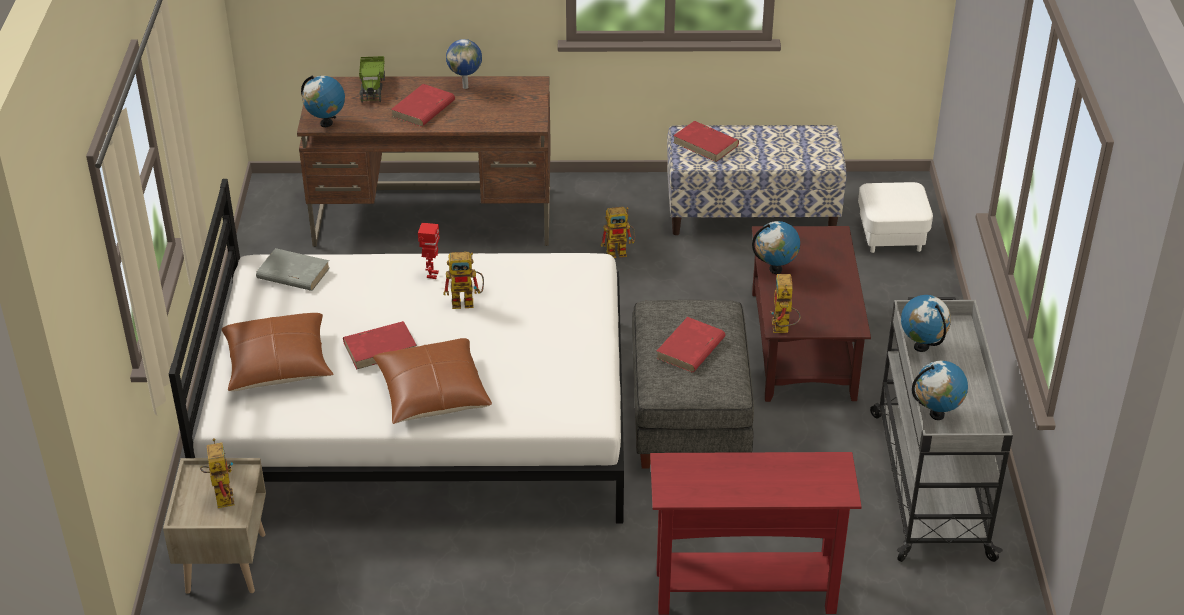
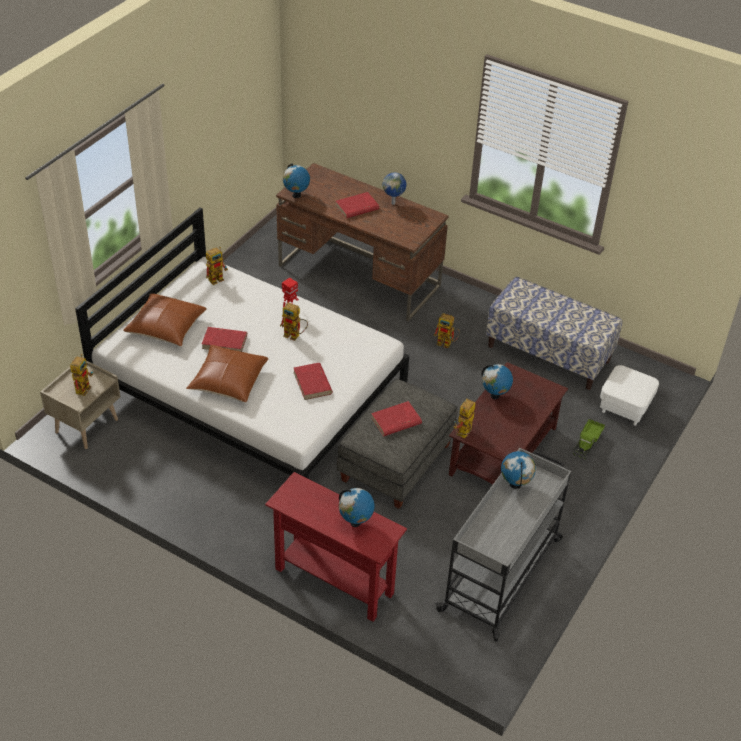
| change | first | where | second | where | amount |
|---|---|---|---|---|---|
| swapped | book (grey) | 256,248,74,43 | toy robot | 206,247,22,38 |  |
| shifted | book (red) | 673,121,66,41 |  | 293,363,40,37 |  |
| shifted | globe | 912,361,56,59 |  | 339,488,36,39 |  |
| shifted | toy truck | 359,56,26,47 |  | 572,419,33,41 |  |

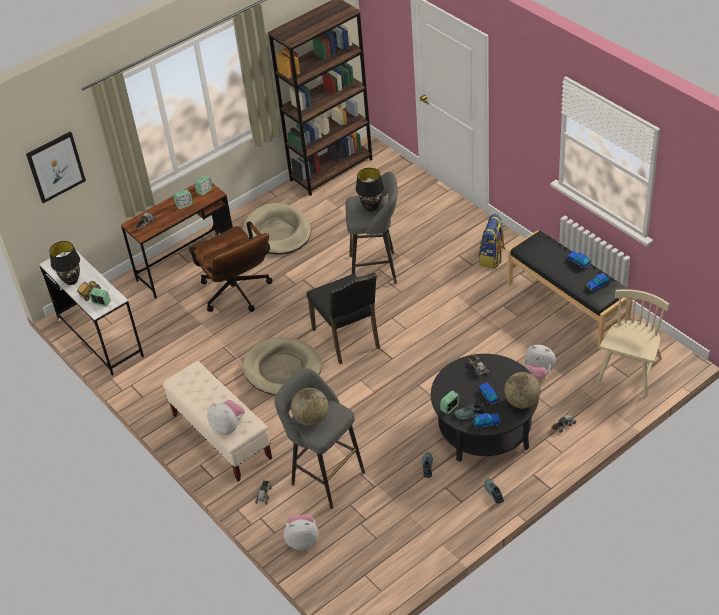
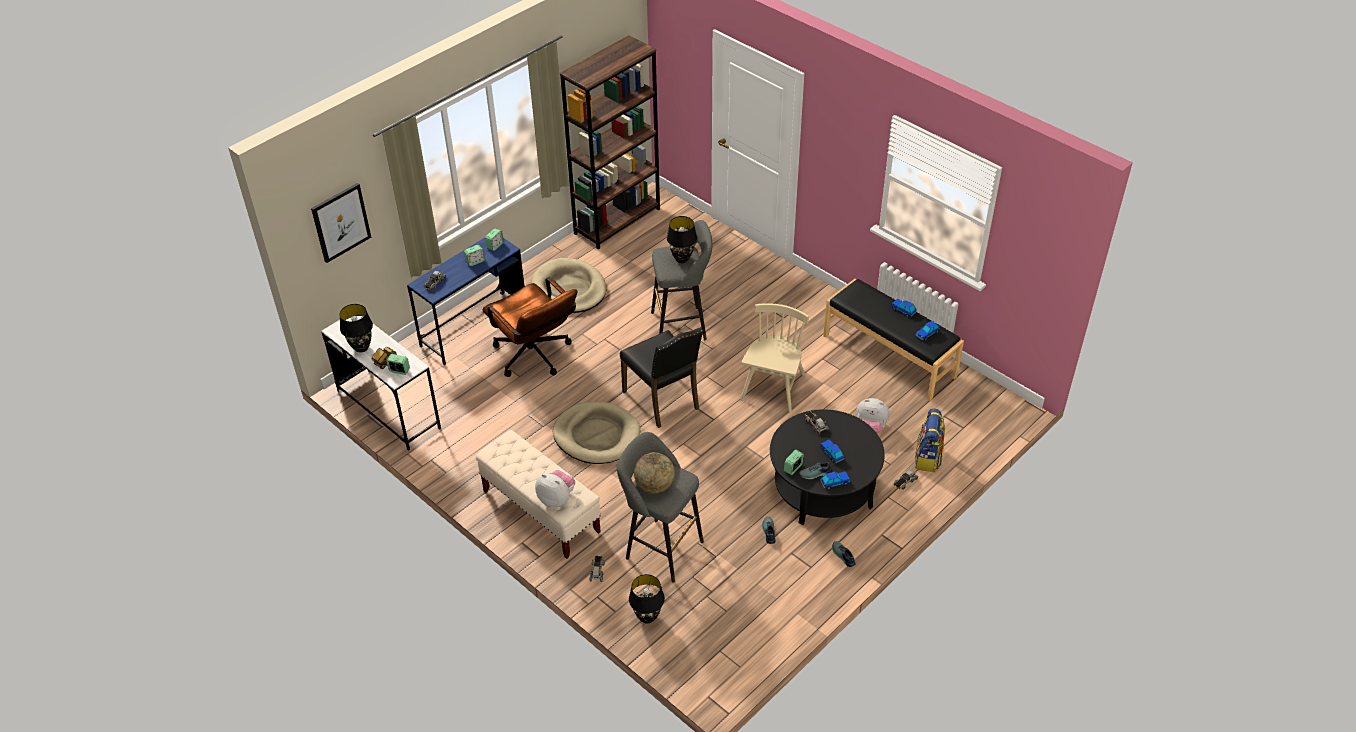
| change | first | where | second | where | amount |
|---|---|---|---|---|---|
| repainted | desk (brown) | 121,183,112,116 | desk (blue) | 407,238,118,127 |  |
| swapped | plush toy | 284,514,35,36 | table lamp (black) | 629,574,36,50 |  |
| shifted | chair (beige) | 597,289,72,108 |  | 740,303,69,109 |  |
| shifted | backpack | 479,214,27,55 |  | 915,409,30,63 |  |
| gone | globe | 504,372,37,36 |  |  |  |

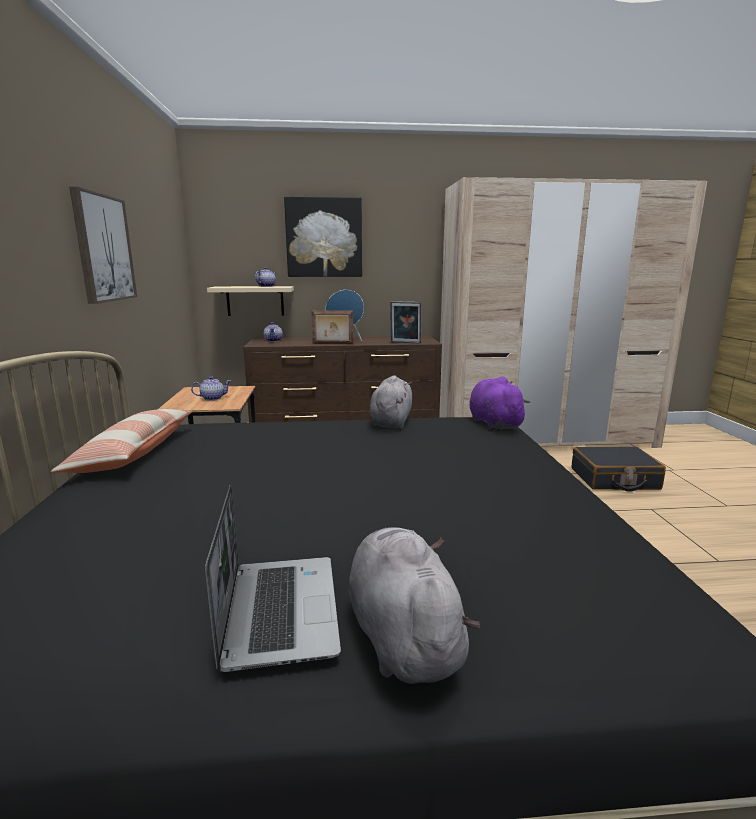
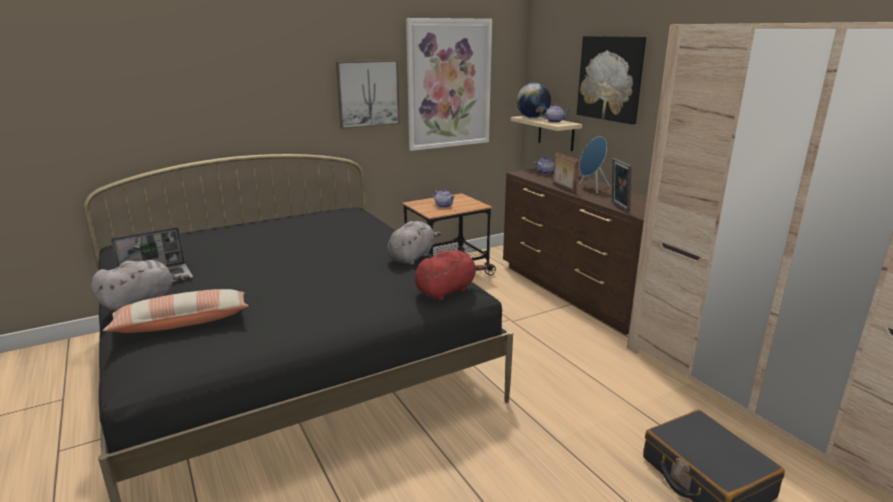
| change | first | where | second | where | amount |
|---|---|---|---|---|---|
| shifted | pillow | 51,409,142,64 |  | 103,289,145,44 |  |
| rotated | plush toy (grey) | 369,375,43,54 |  | 387,221,54,44 | 45 degrees counterclockwise |
| new |  |  | picture | 406,18,86,133 |  |
| repainted | plush toy (purple) | 470,377,60,53 | plush toy (red) | 415,250,72,50 |  |
| new |  |  | globe | 517,83,34,35 |  |

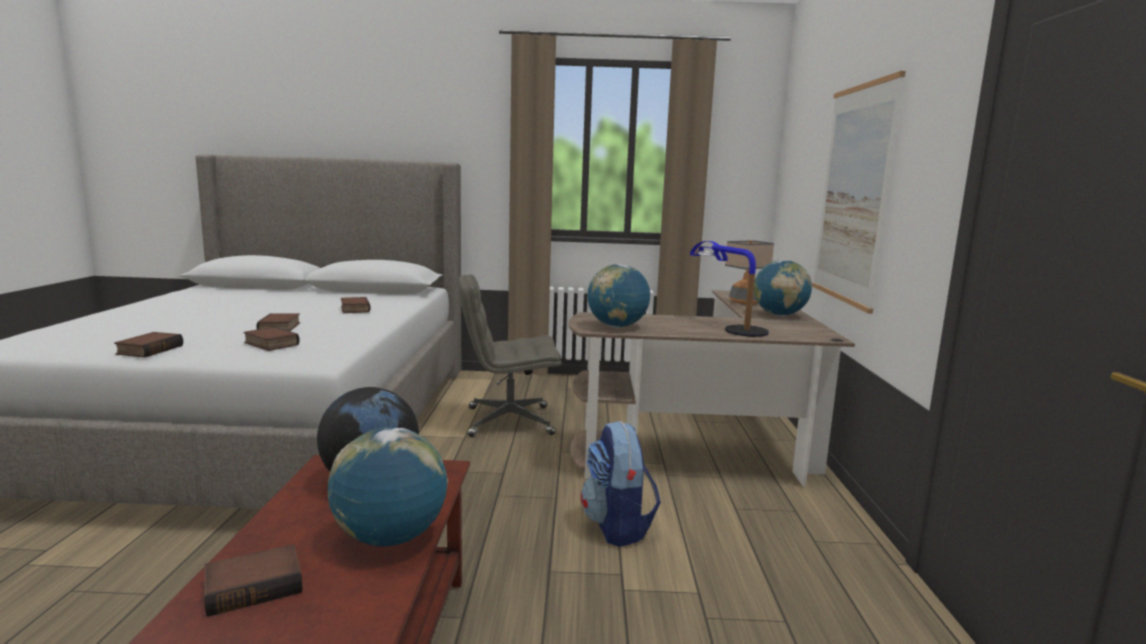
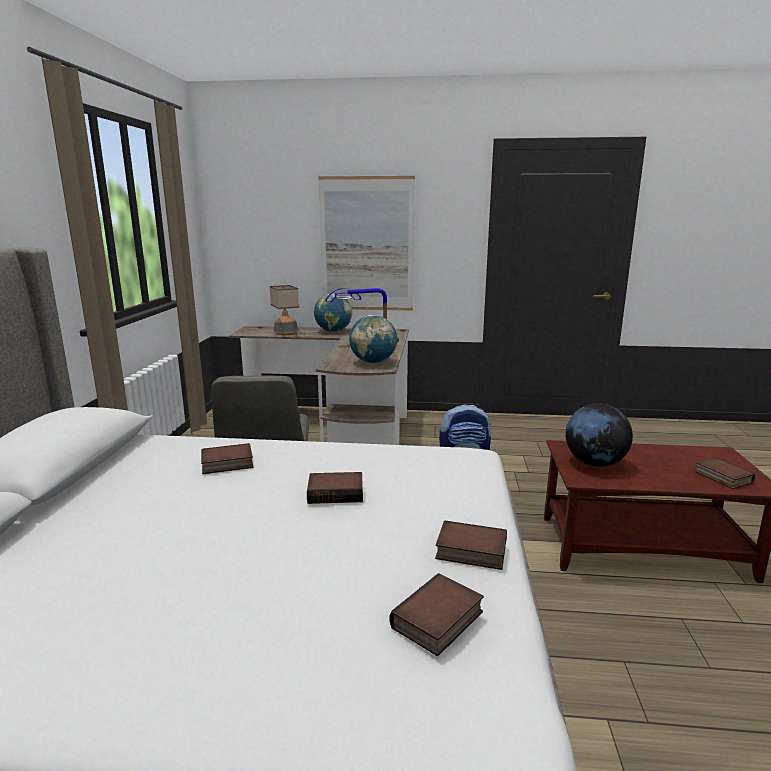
| change | first | where | second | where | amount |
|---|---|---|---|---|---|
| shifted | book | 244,327,56,24 |  | 390,573,94,83 |  |
| gone | globe | 328,427,120,119 |  |  |  |

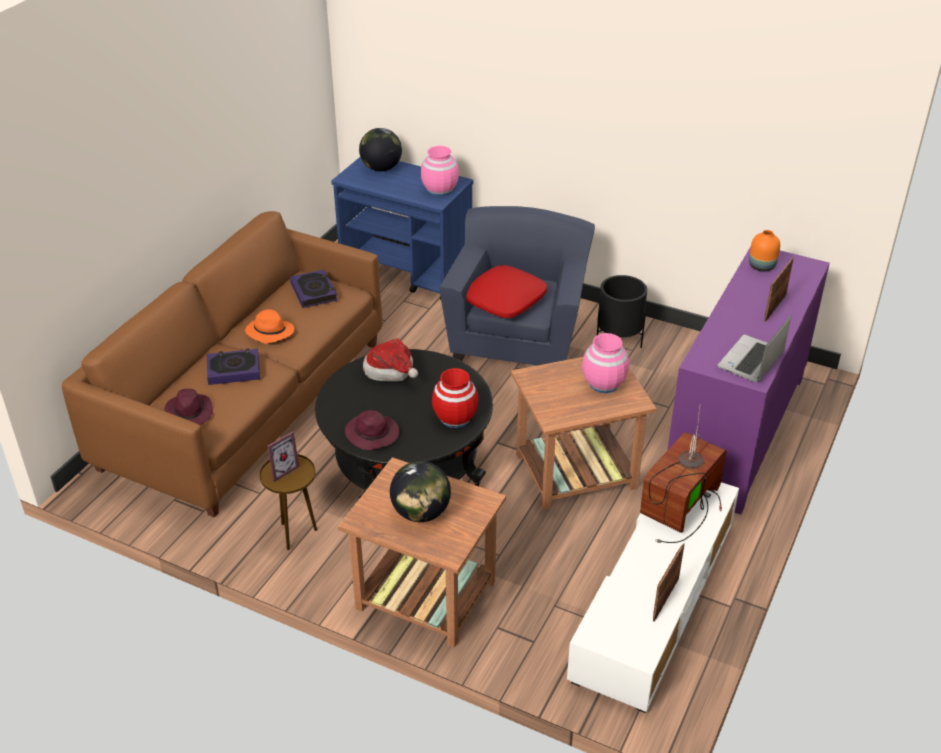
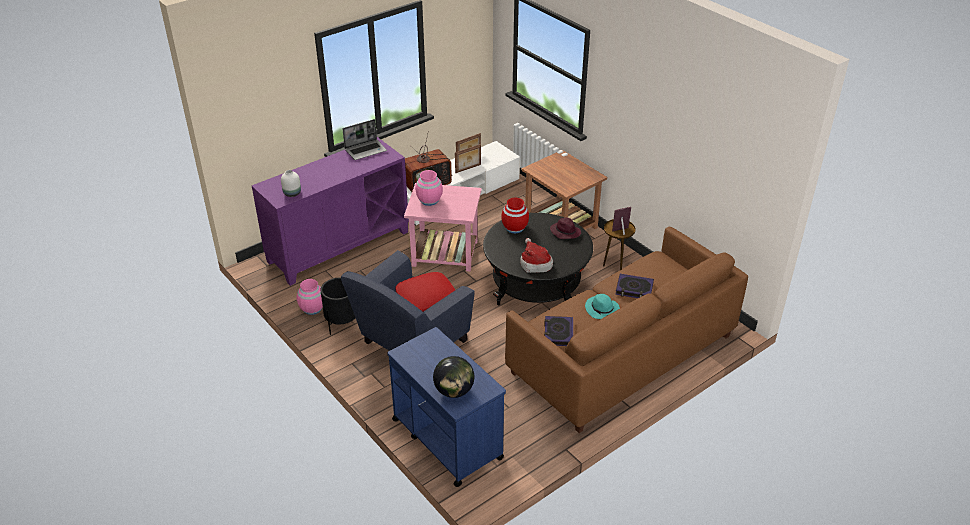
| change | first | where | second | where | amount |
|---|---|---|---|---|---|
| repainted | vase (orange) | 749,230,31,42 | vase (white) | 281,170,20,27 |  |
| shifted | vase (pink) | 421,146,38,50 |  | 296,279,27,36 |  |
| repainted | side table (brown) | 511,357,146,153 | side table (pink) | 404,183,77,89 |  |
| shifted | picture frame | 764,258,30,64 |  | 455,144,26,29 |  |
| repainted | hat (orange) | 245,309,49,35 | hat (turquoise) | 585,294,35,25 |  |
| gone | hat (purple) | 164,389,49,36 |  |  |  |
| gone | globe | 390,461,61,61 |  |  |  |

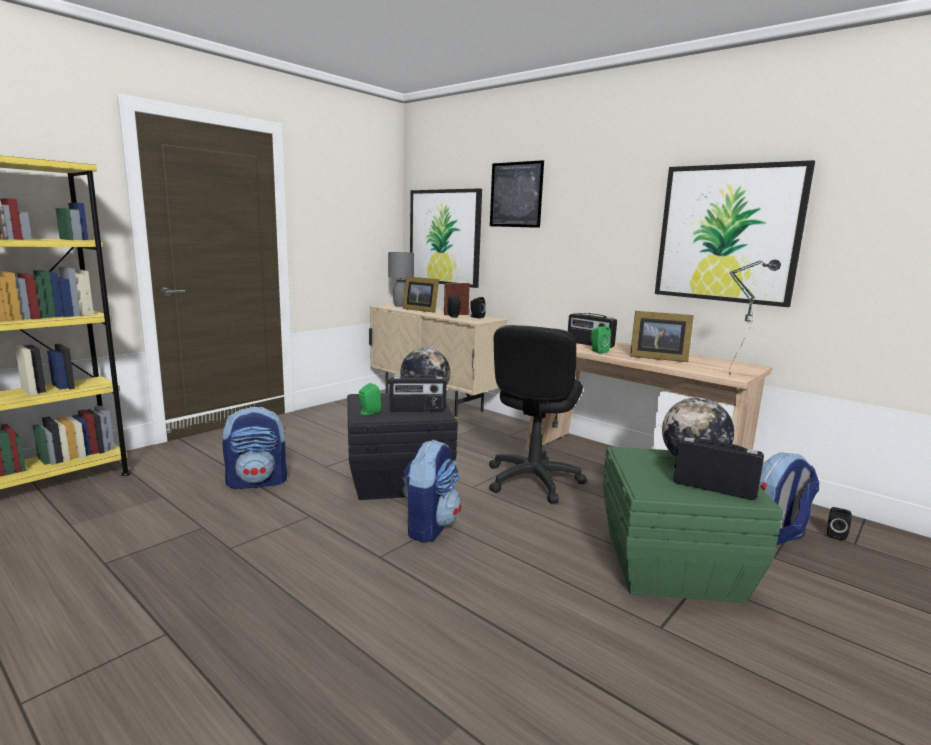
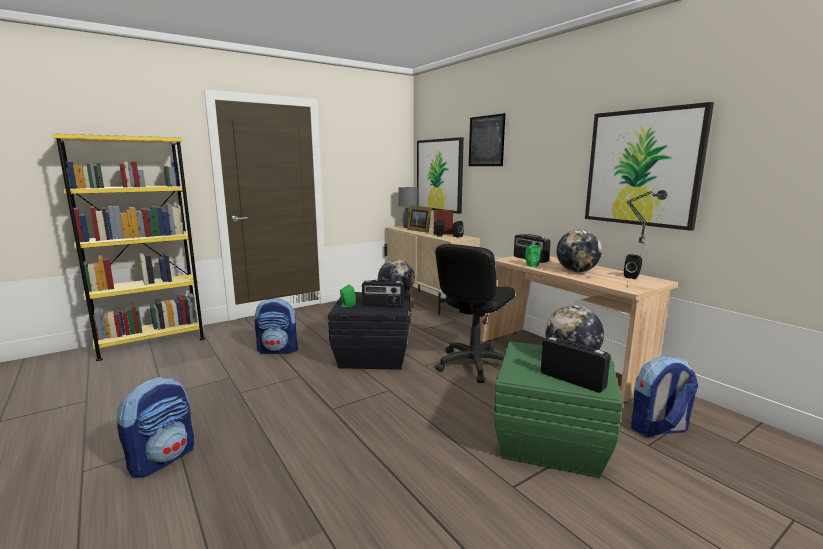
| change | first | where | second | where | amount |
|---|---|---|---|---|---|
| shifted | backpack | 402,439,60,104 |  | 117,377,77,101 |  |
| swapped | picture frame | 630,311,64,51 | globe | 557,230,45,42 |  |
| shifted | speaker (black) | 827,507,25,34 |  | 624,254,18,25 |  |

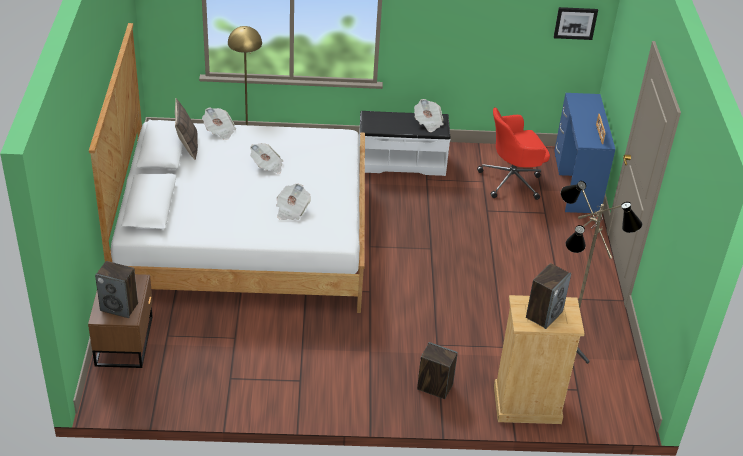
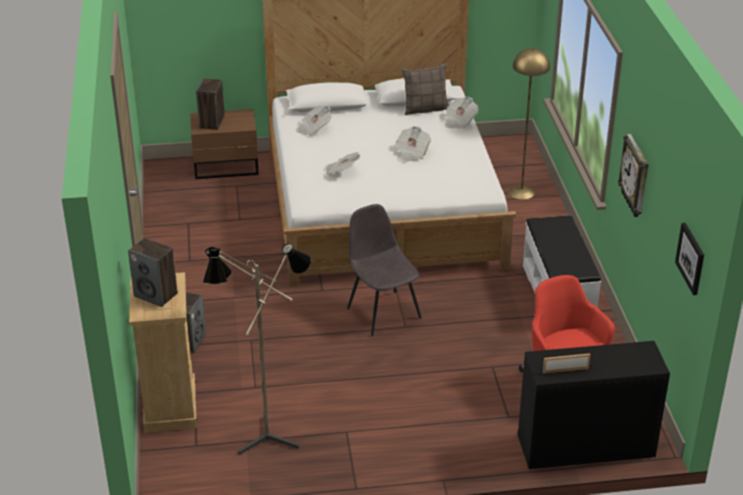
| change | first | where | second | where | amount |
|---|---|---|---|---|---|
| shifted | newspaper | 414,99,30,33 |  | 296,106,35,30 |  |
| new |  |  | chair (grey) | 347,204,75,132 |  |
| repainted | desk (blue) | 554,93,62,120 | desk (black) | 518,341,152,128 |  |
| new |  |  | wall clock | 618,134,31,83 |  |

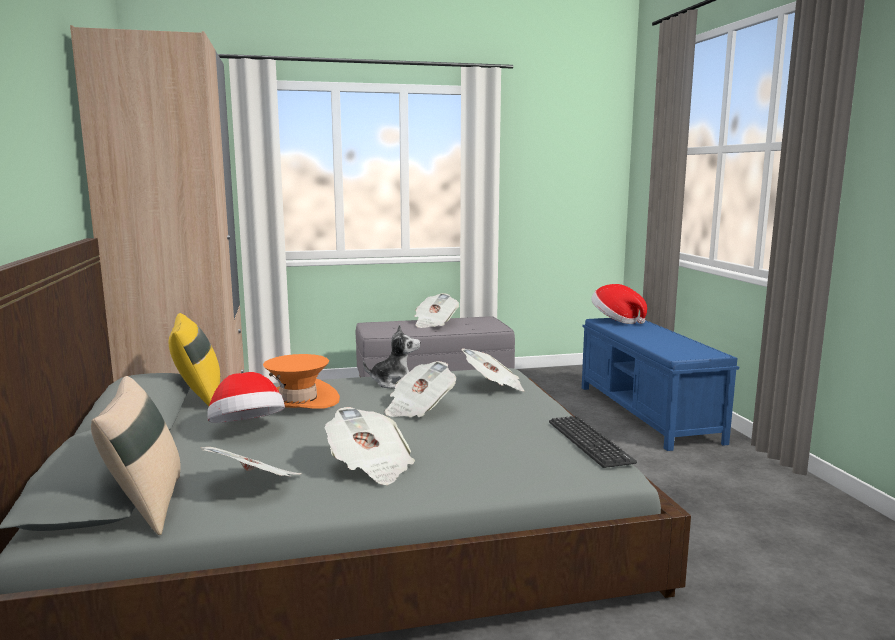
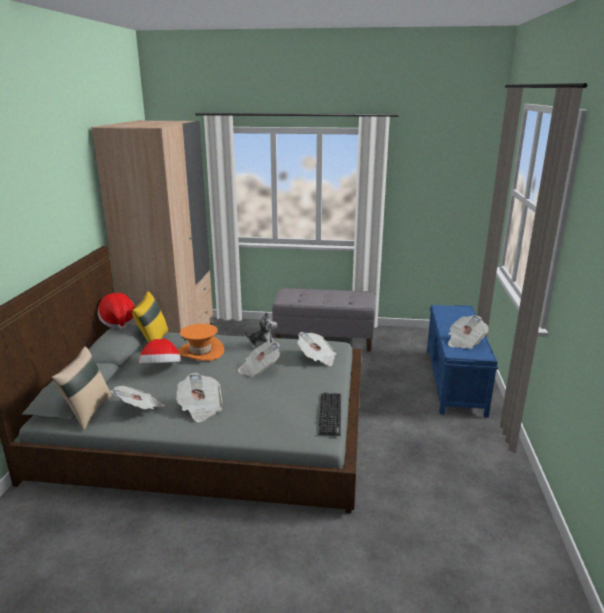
| change | first | where | second | where | amount |
|---|---|---|---|---|---|
| shifted | hat | 591,284,56,40 |  | 98,293,37,37 |  |
| shifted | newspaper | 414,293,45,35 |  | 448,315,41,34 |  |

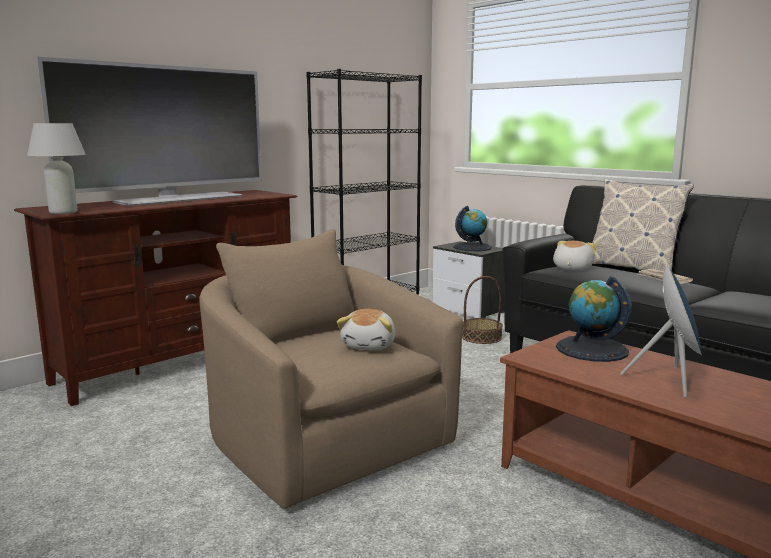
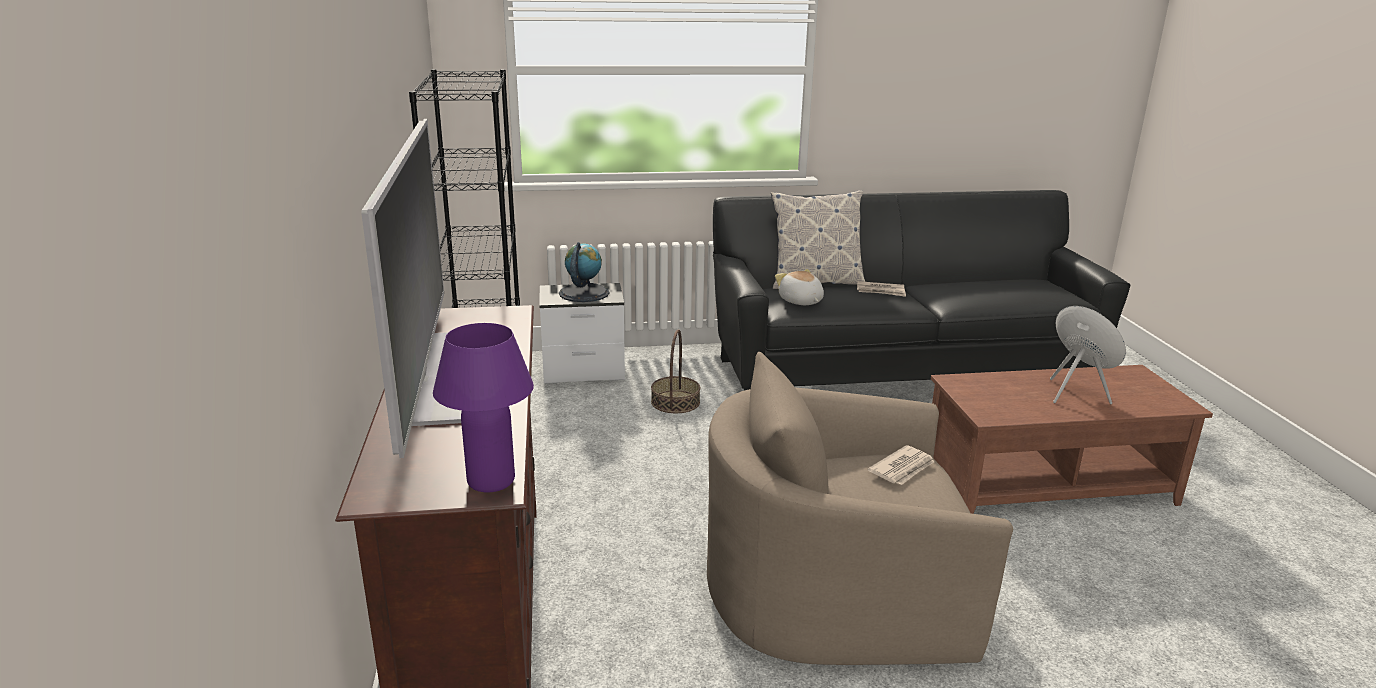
| change | first | where | second | where | amount |
|---|---|---|---|---|---|
| repainted | table lamp (white) | 27,123,59,91 | table lamp (purple) | 433,323,101,169 |  |
| swapped | plush toy | 337,309,59,41 | newspaper | 868,445,66,40 |  |
| gone | globe | 556,276,76,86 |  |  |  |

